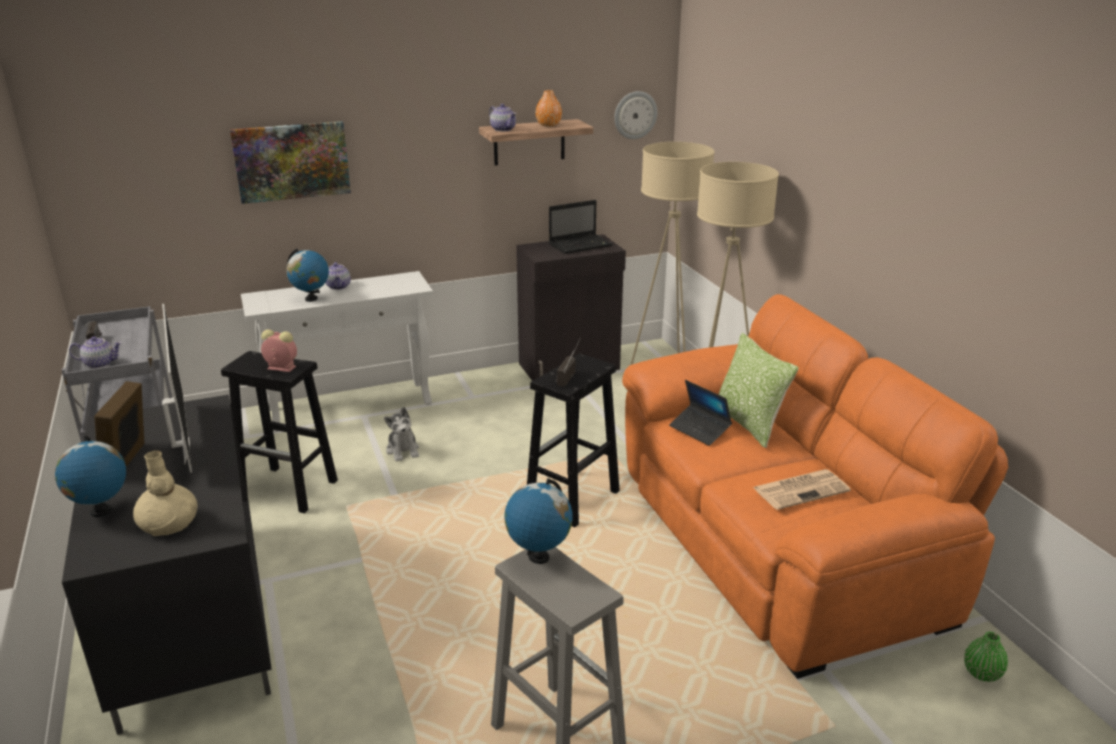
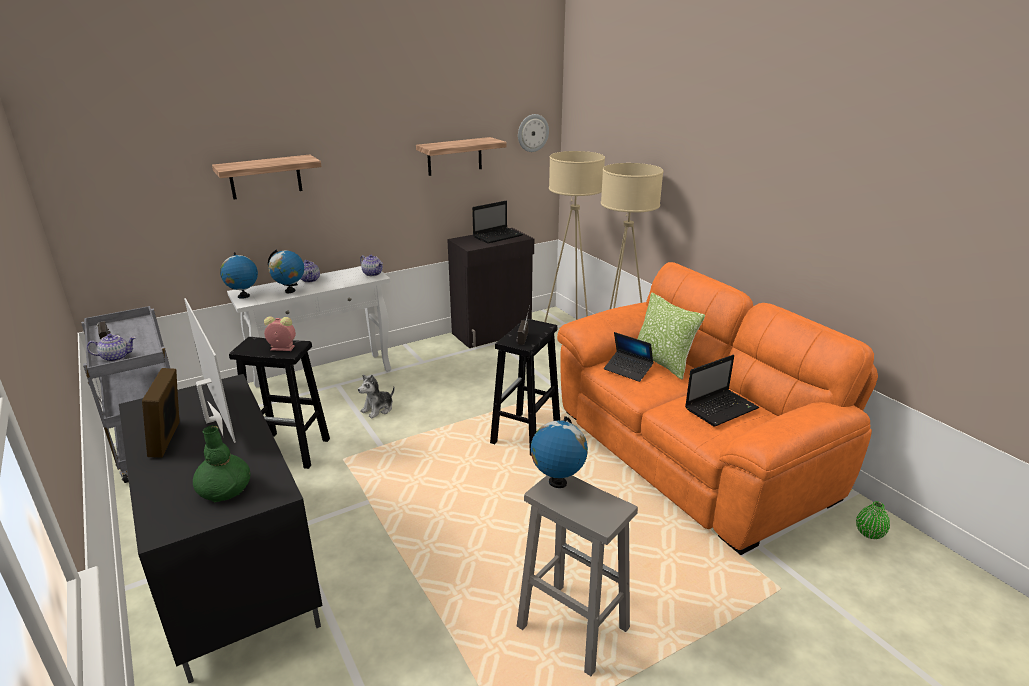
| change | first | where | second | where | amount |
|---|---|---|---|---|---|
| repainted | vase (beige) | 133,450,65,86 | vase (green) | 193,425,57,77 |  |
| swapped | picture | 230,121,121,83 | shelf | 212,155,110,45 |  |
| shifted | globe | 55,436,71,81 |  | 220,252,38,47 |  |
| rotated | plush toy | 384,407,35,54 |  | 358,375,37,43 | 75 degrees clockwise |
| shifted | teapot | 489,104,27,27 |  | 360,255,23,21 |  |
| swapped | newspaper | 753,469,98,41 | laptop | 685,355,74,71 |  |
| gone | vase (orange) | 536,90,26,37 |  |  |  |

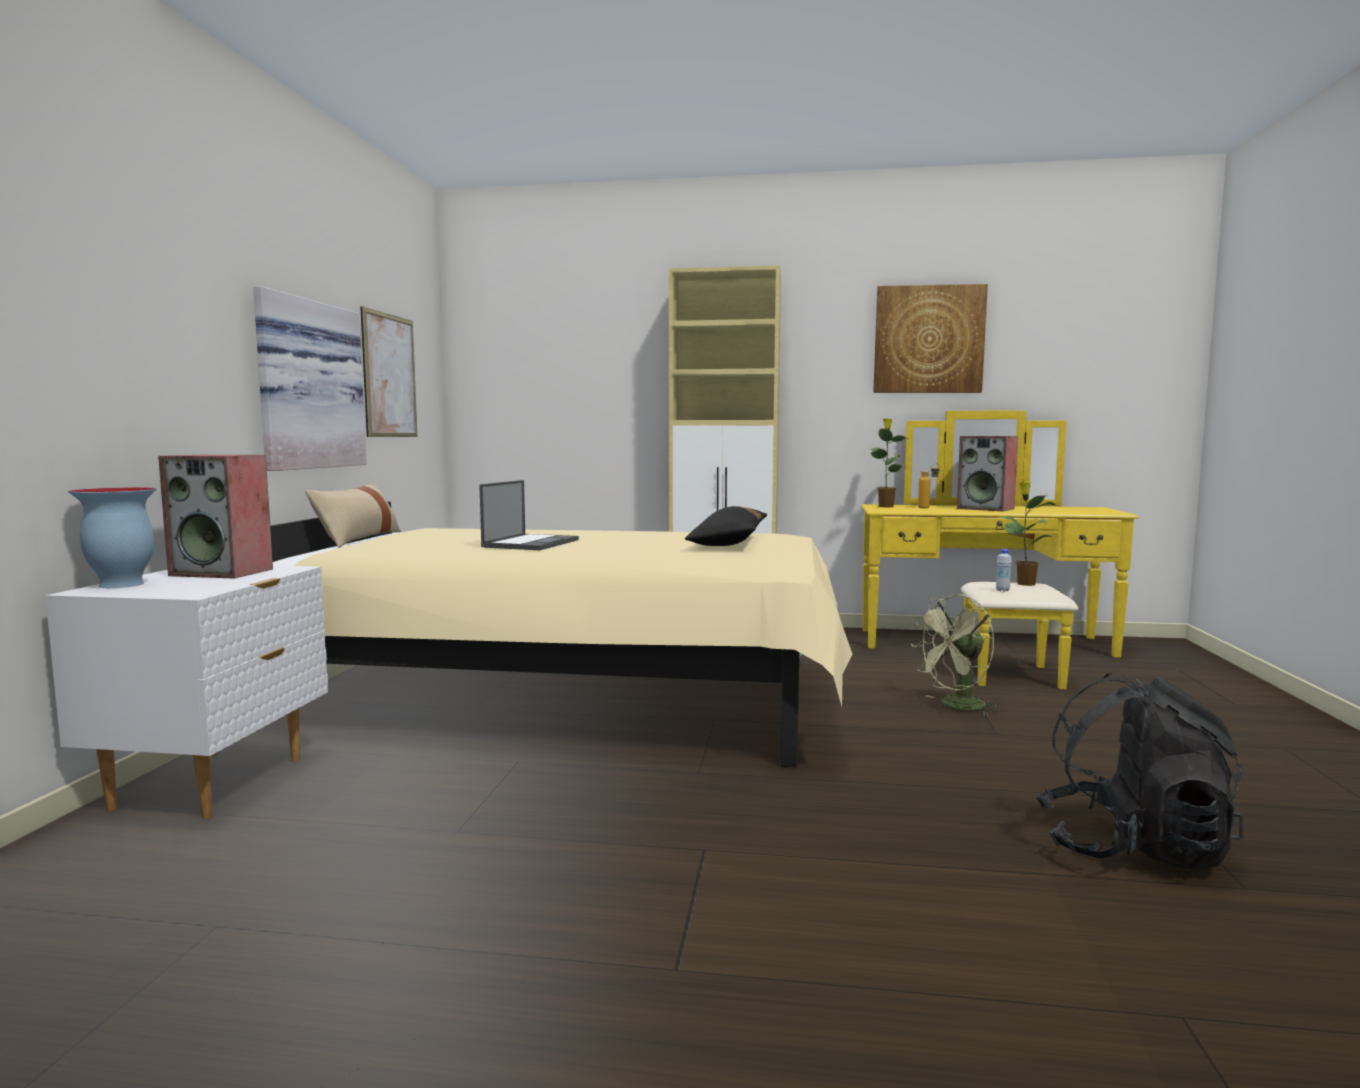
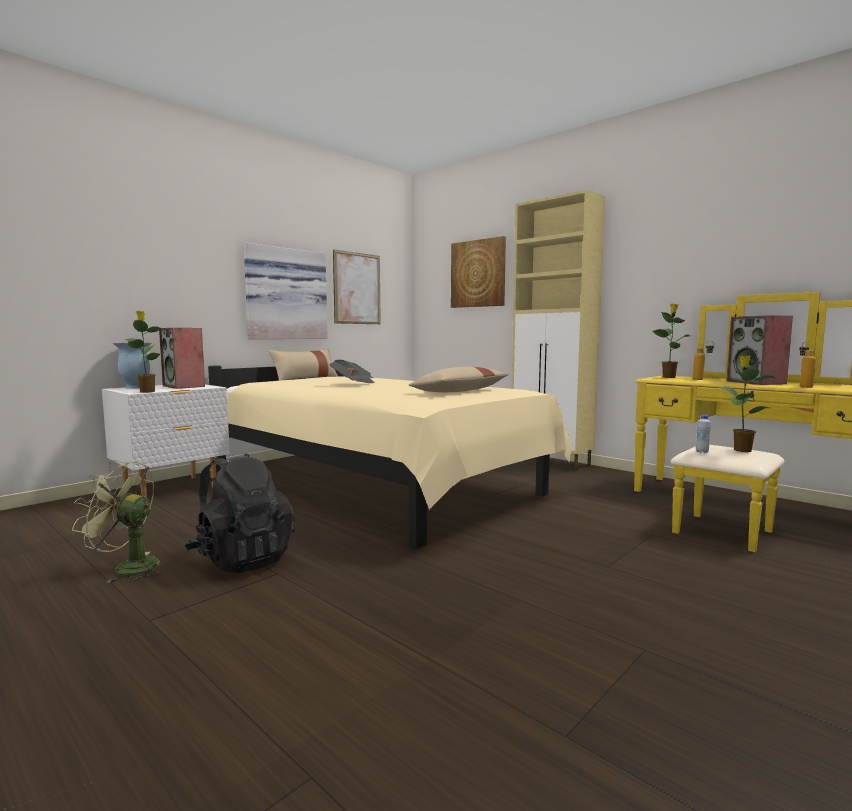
| change | first | where | second | where | amount |
|---|---|---|---|---|---|
| shifted | fan (green) | 911,594,89,123 |  | 72,460,89,123 |  |
| new |  |  | potted plant | 125,311,40,82 |  |
| shifted | backpack (black) | 1036,673,209,196 |  | 185,454,110,120 |  |
| swapped | laptop | 479,480,100,70 | newspaper | 329,360,46,23 |  |
| repainted | pillow (black) | 685,506,82,40 | pillow (beige) | 409,367,100,26 |  |
| shifted | picture | 873,284,115,109 |  | 451,236,55,72 |  |
| new |  |  | bottle | 799,342,17,46 |  |

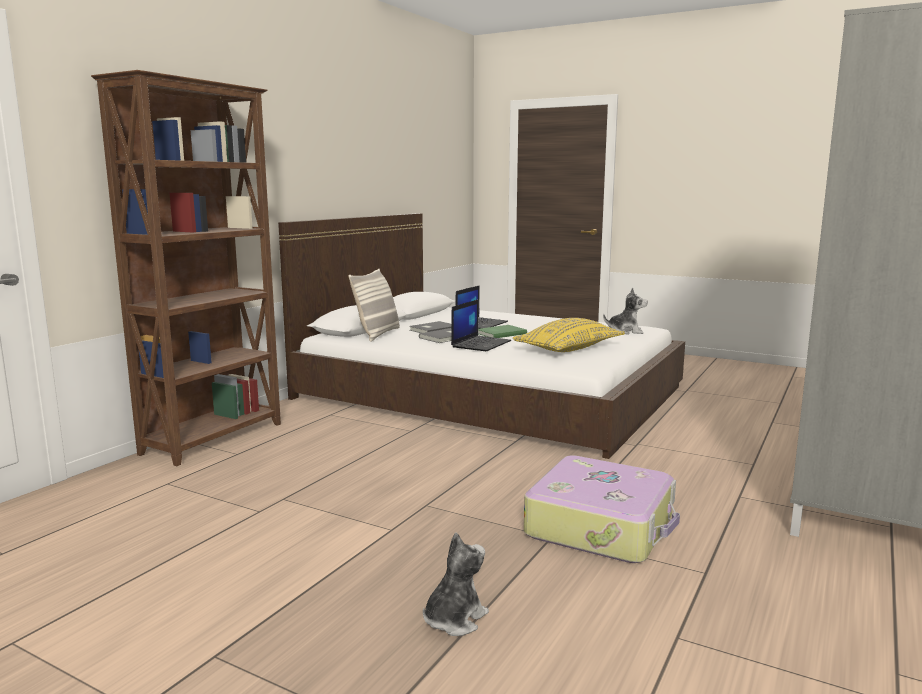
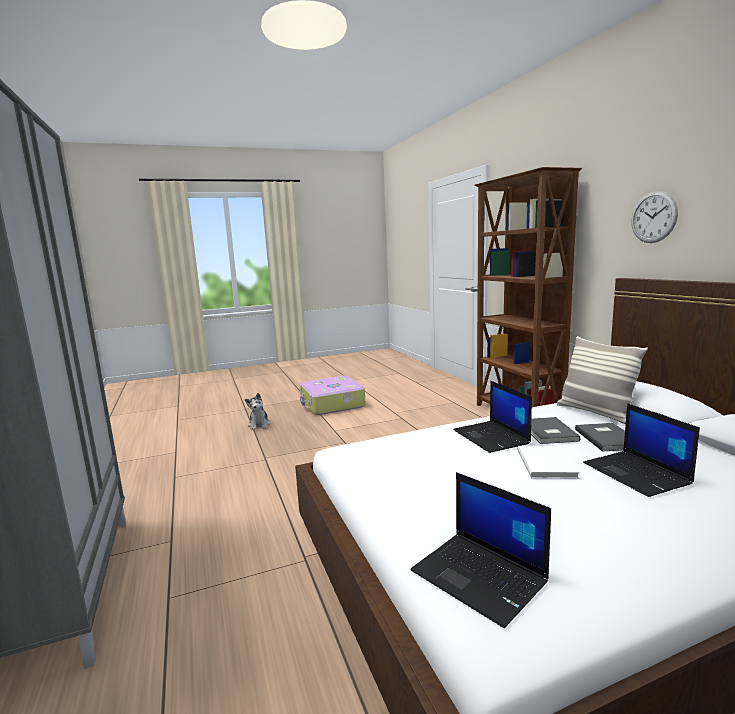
| change | first | where | second | where | amount |
|---|---|---|---|---|---|
| shifted | suitcase | 524,455,156,108 |  | 300,376,66,39 |  |
| swapped | plush toy | 603,288,45,46 | laptop | 411,472,140,156 |  |
| repainted | book (green) | 478,325,49,13 | book (white) | 517,446,63,33 |  |
| new |  |  | wall clock | 631,191,47,52 |  |
| gone | pillow (yellow) | 513,318,112,34 |  |  |  |

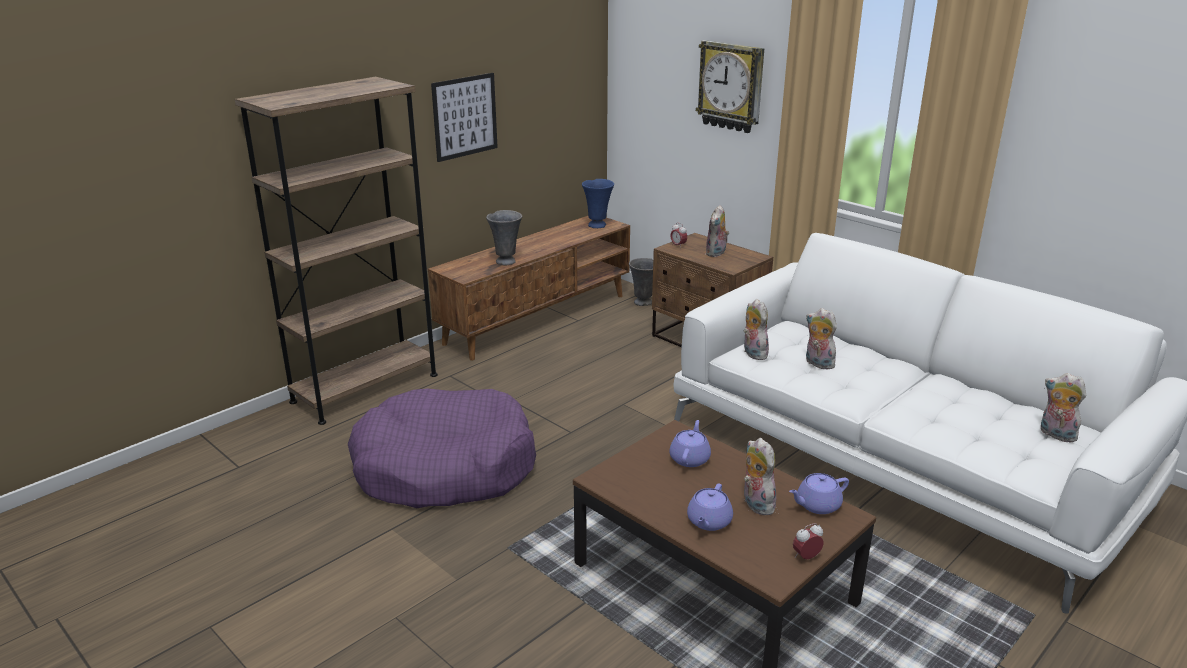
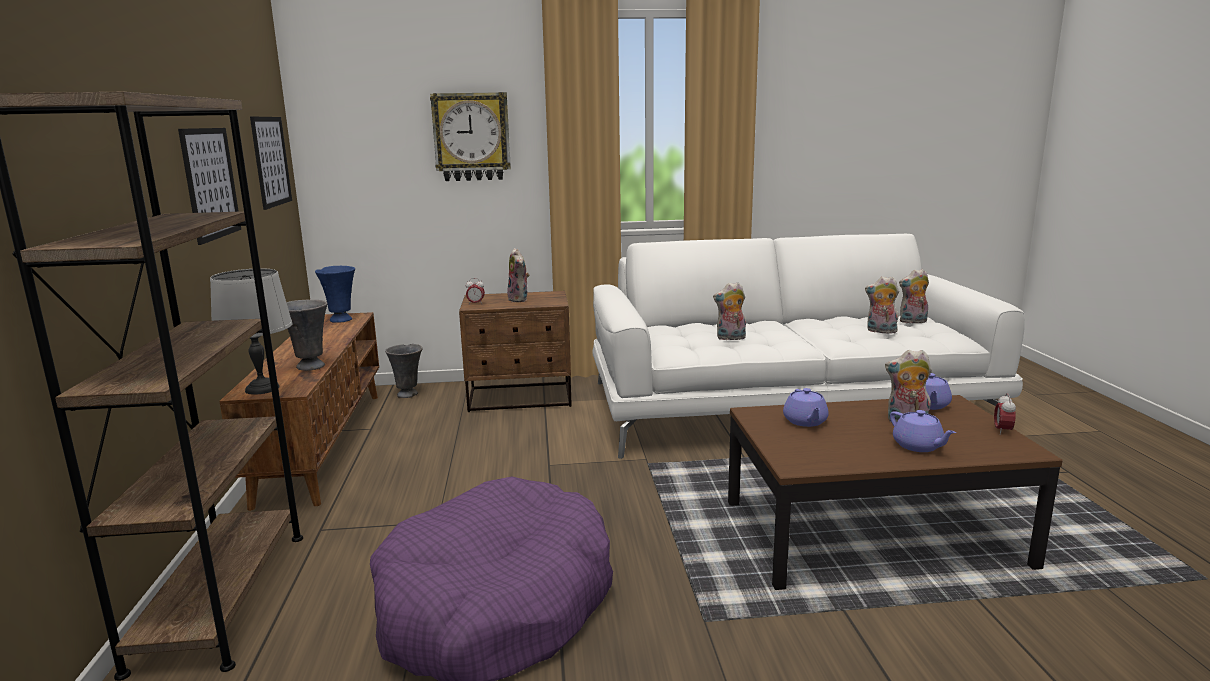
| change | first | where | second | where | amount |
|---|---|---|---|---|---|
| new |  |  | table lamp (grey) | 210,268,83,127 |  |
| new |  |  | picture | 250,117,42,93 |  |
| rotated | teapot (purple) | 670,420,41,47 |  | 783,388,46,39 | 150 degrees counterclockwise |
| shifted | plush toy | 744,299,25,61 |  | 865,277,34,57 |  |

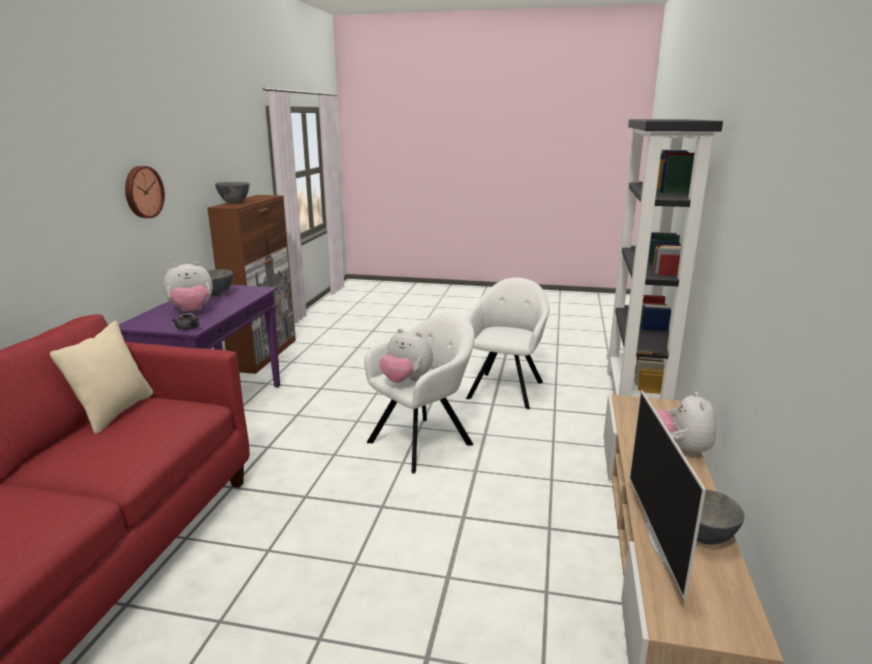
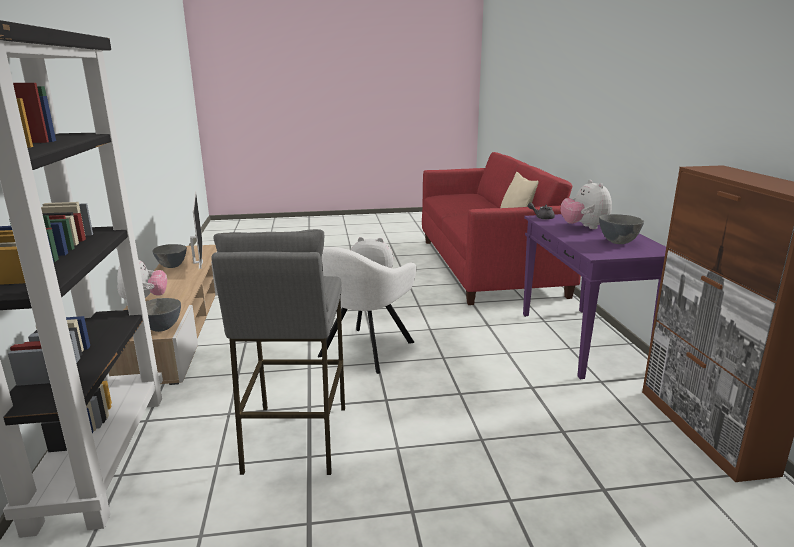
| change | first | where | second | where | amount |
|---|---|---|---|---|---|
| shifted | bowl (grey) | 215,182,35,22 |  | 146,298,35,34 |  |
| swapped | armchair (white) | 466,278,83,131 | stool (grey) | 211,229,134,246 |  |
| rotated | plush toy | 163,261,50,50 |  | 560,180,52,49 | 60 degrees counterclockwise |
| gone | wall clock | 125,166,40,52 |  |  |  |

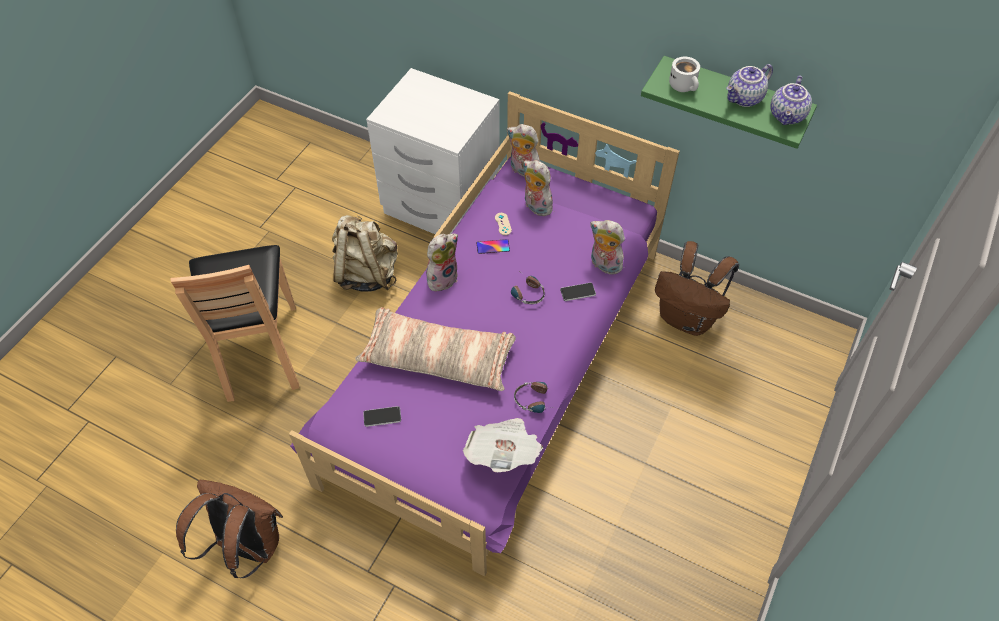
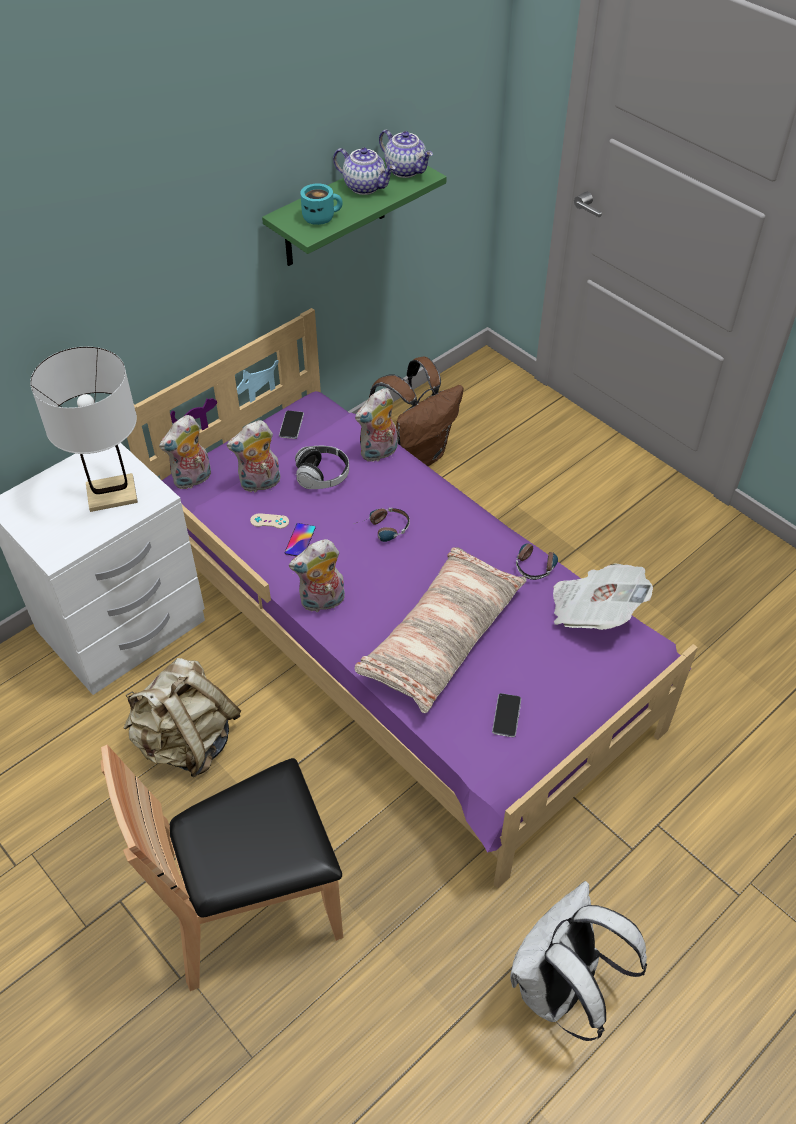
| change | first | where | second | where | amount |
|---|---|---|---|---|---|
| new |  |  | table lamp (white) | 30,347,108,165 |  |
| rotated | chair (brown) | 170,245,130,157 |  | 100,745,243,246 | 150 degrees clockwise |
| shifted | phone | 560,283,36,18 |  | 279,411,25,28 |  |
| rotated | plush toy | 426,234,32,57 |  | 289,539,56,74 | 90 degrees counterclockwise |
| new |  |  | headphones | 295,446,54,43 |  |
| repainted | mug (white) | 669,57,31,35 | mug (turquoise) | 300,183,43,42 |  |
| rotated | teapot | 726,64,47,43 |  | 333,148,63,47 | 45 degrees counterclockwise |
| repainted | backpack (brown) | 176,480,107,98 | backpack (white) | 510,881,137,160 |  |

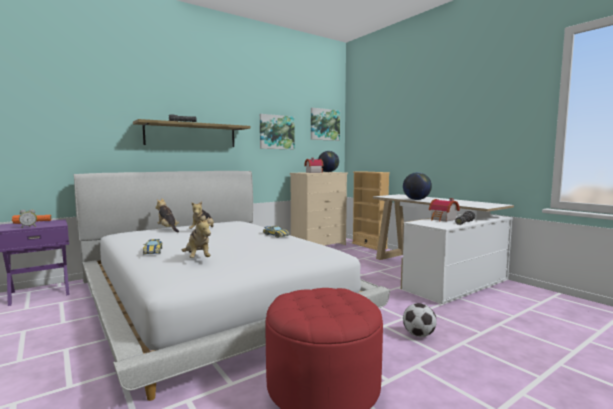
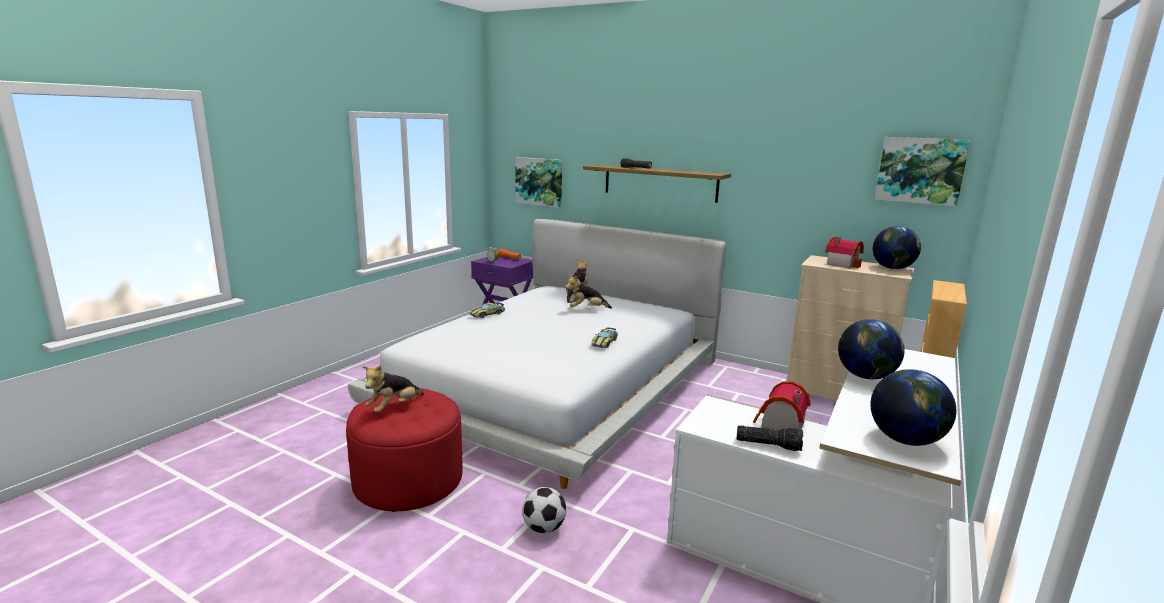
| change | first | where | second | where | amount |
|---|---|---|---|---|---|
| shifted | plush toy | 182,217,29,41 |  | 363,365,61,48 |  |
| shifted | picture | 260,114,35,35 |  | 515,157,47,51 |  |
| new |  |  | globe | 870,369,86,77 |  |

